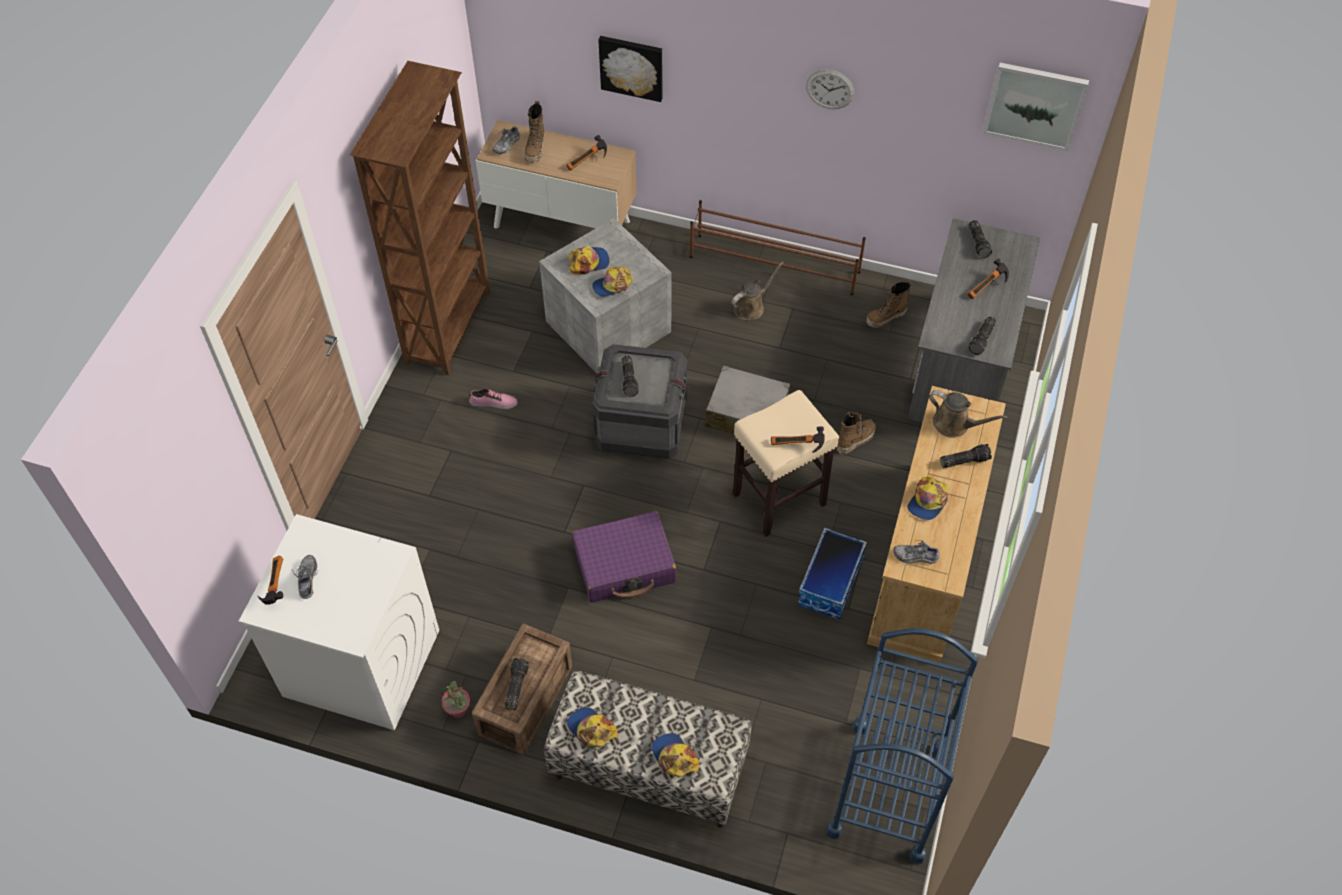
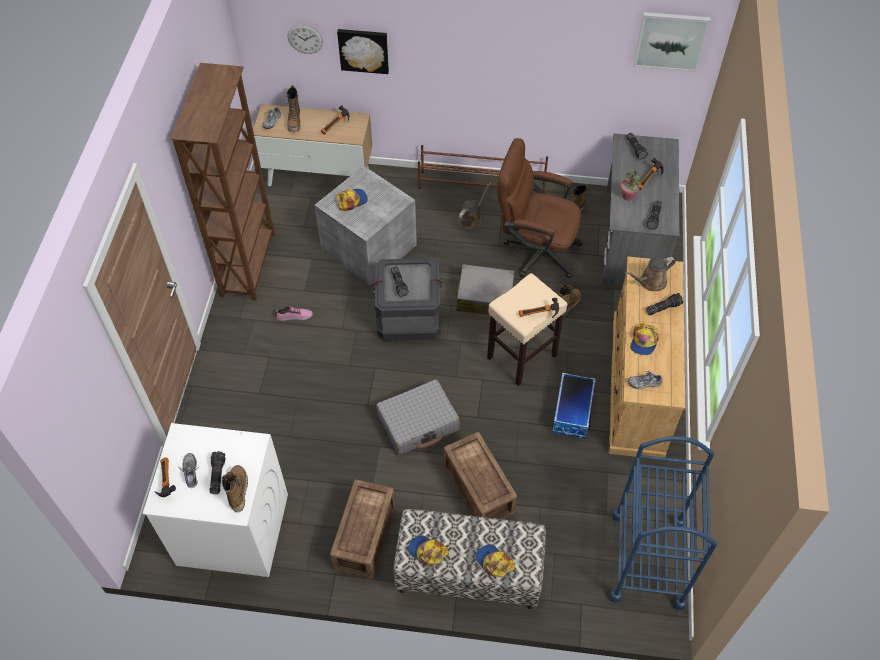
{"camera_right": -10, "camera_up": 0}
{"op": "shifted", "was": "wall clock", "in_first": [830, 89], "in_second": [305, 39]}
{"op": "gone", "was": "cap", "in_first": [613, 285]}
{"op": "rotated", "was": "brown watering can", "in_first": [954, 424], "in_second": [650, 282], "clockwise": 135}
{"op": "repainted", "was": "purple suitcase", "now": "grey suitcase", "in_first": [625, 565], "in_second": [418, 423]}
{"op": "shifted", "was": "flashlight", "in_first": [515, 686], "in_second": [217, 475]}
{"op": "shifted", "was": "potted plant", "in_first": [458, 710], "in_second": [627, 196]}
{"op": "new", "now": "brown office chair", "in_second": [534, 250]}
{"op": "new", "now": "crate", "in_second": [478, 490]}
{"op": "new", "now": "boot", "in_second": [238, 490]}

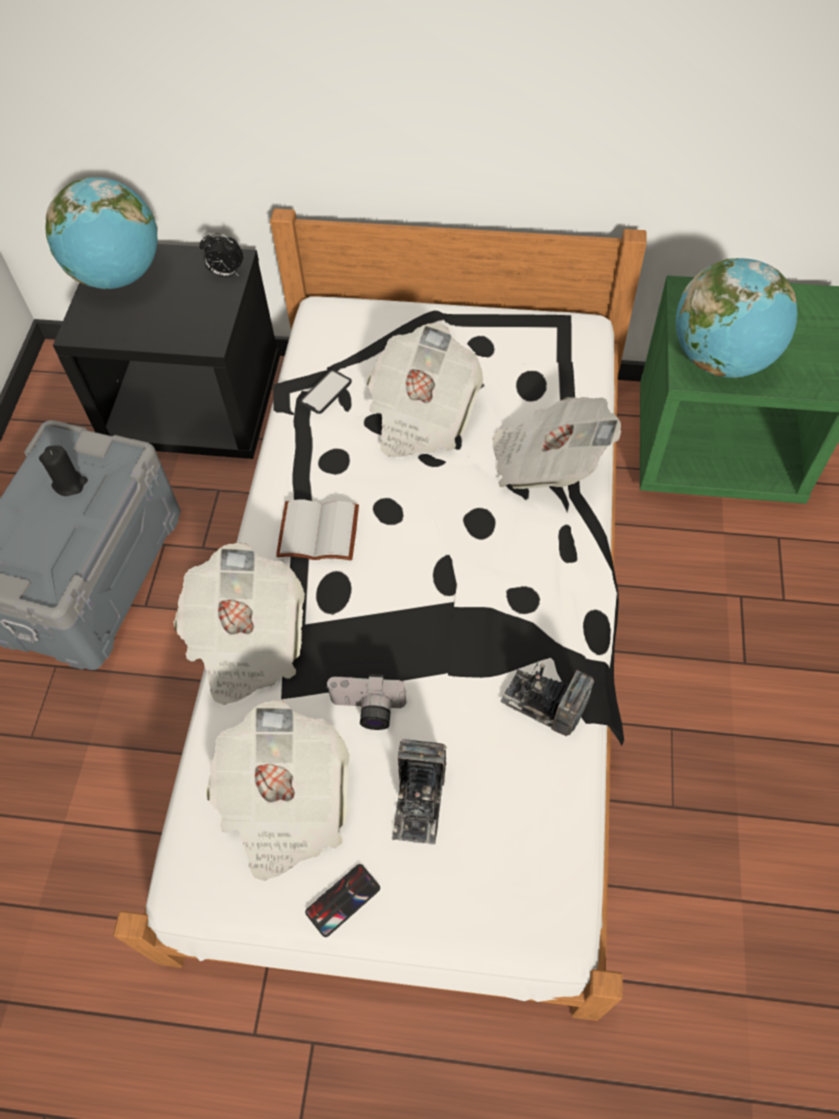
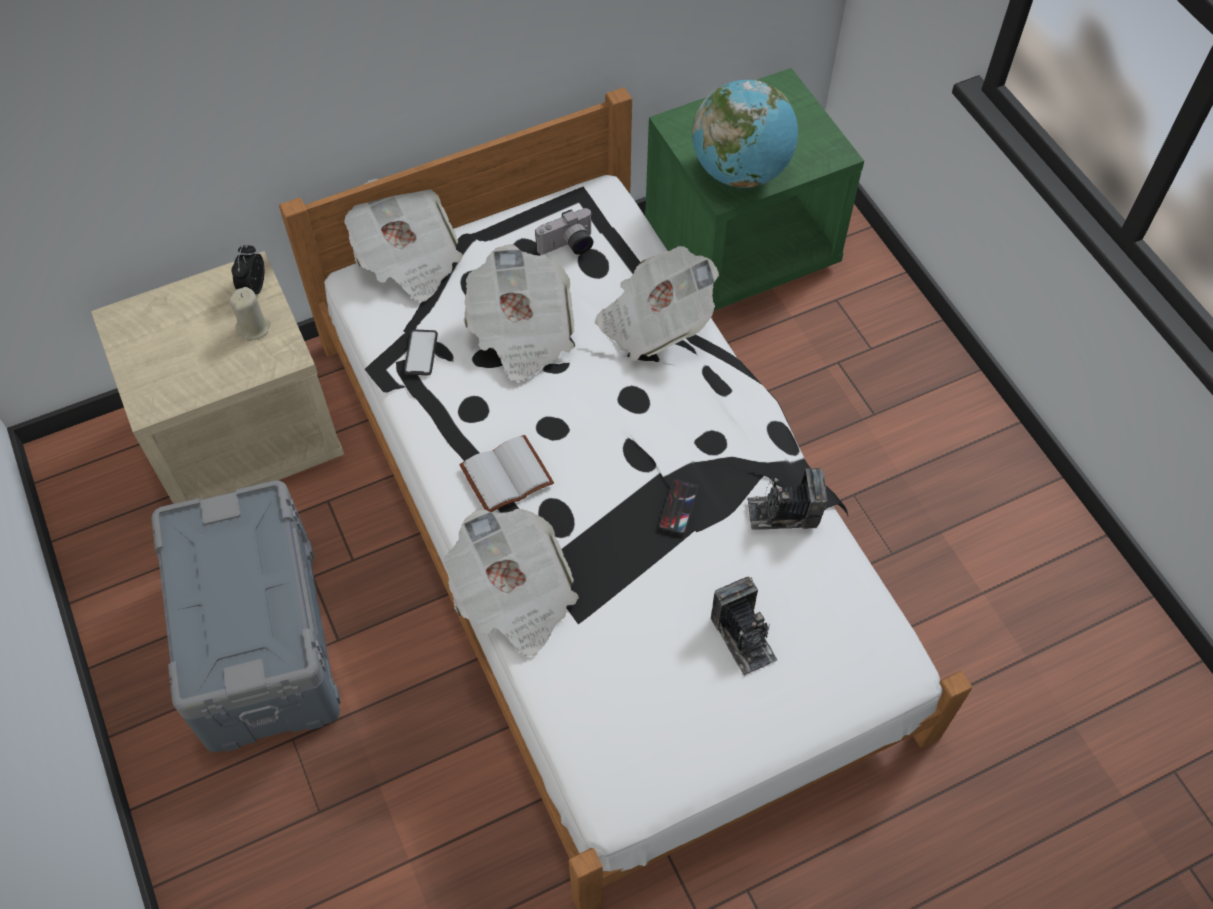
{"camera_right": -35, "camera_up": 0}
{"op": "gone", "was": "globe", "in_first": [119, 276]}
{"op": "rotated", "was": "alarm clock", "in_first": [226, 274], "in_second": [253, 286], "clockwise": 120}
{"op": "repainted", "was": "black nightstand", "now": "beige nightstand", "in_first": [197, 407], "in_second": [244, 434]}
{"op": "gone", "was": "black candle", "in_first": [70, 484]}
{"op": "shifted", "was": "photo camera", "in_first": [367, 710], "in_second": [568, 247]}
{"op": "shifted", "was": "newspaper", "in_first": [284, 804], "in_second": [408, 259]}
{"op": "shifted", "was": "phone", "in_first": [343, 900], "in_second": [678, 507]}
{"op": "new", "now": "beige candle", "in_second": [254, 327]}

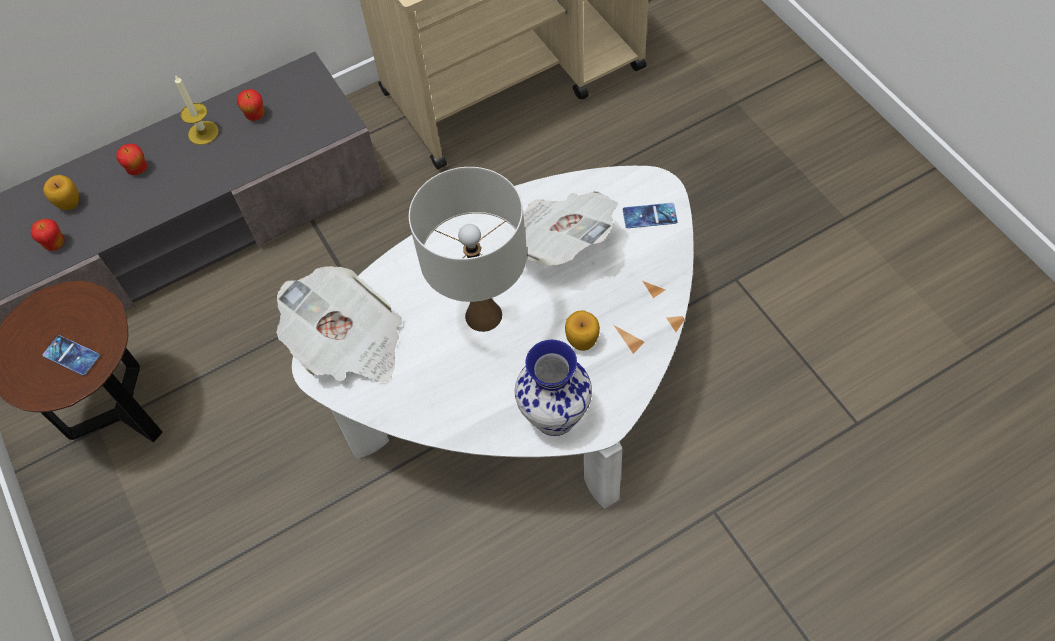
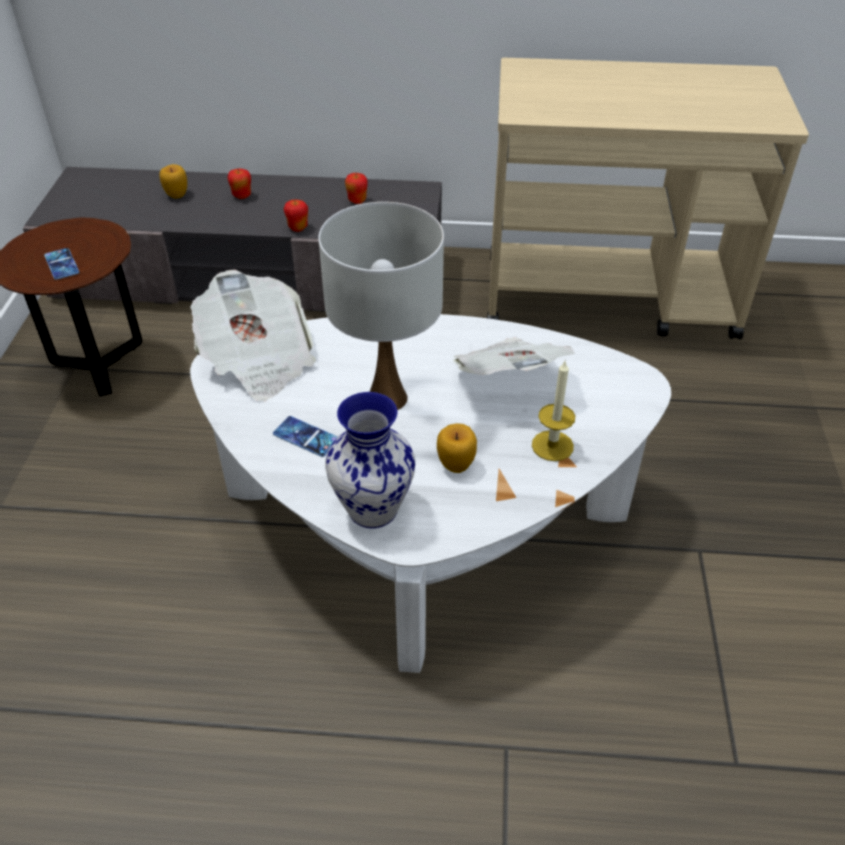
{"camera_right": 30, "camera_up": -15}
{"op": "shifted", "was": "candle", "in_first": [203, 133], "in_second": [552, 445]}
{"op": "shifted", "was": "phone", "in_first": [649, 216], "in_second": [306, 437]}
{"op": "shifted", "was": "apple", "in_first": [55, 244], "in_second": [298, 228]}

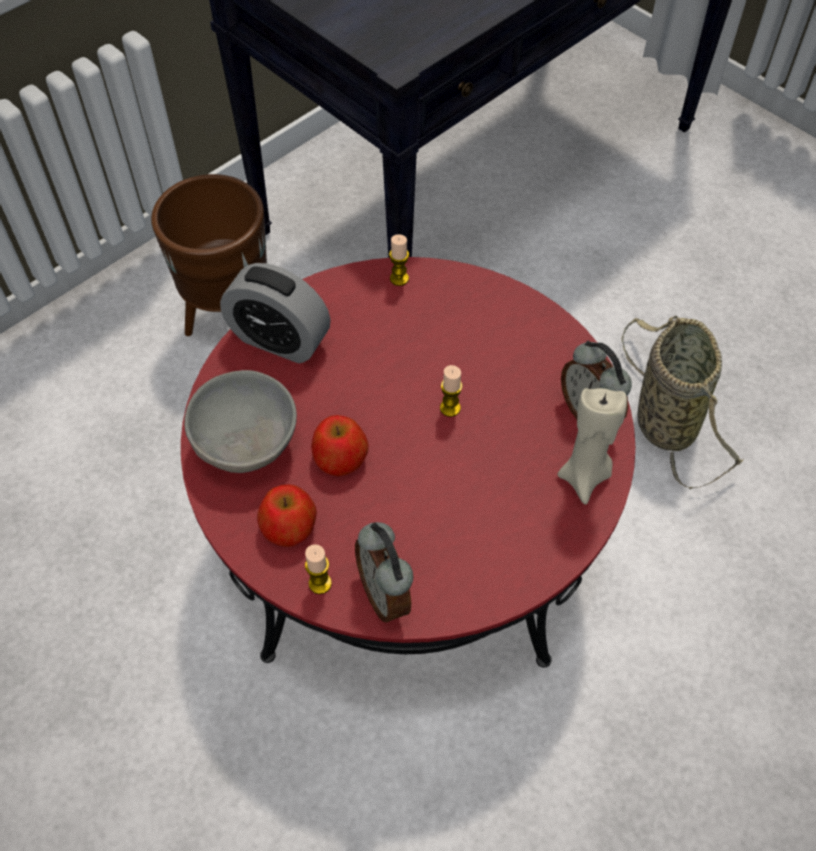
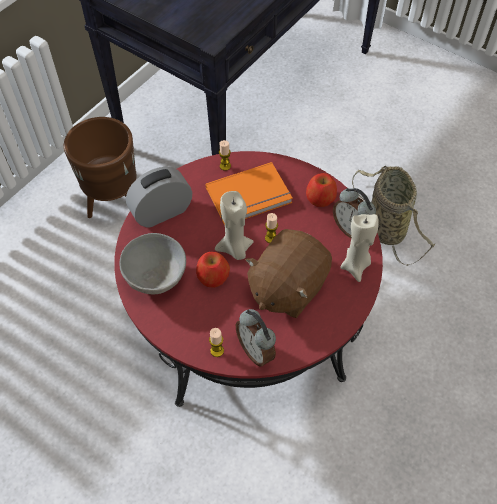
{"camera_right": -10, "camera_up": 0}
{"op": "rotated", "was": "alarm clock", "in_first": [279, 340], "in_second": [162, 212], "clockwise": 135}
{"op": "shifted", "was": "apple", "in_first": [289, 527], "in_second": [320, 198]}
{"op": "new", "now": "orange book", "in_second": [250, 197]}
{"op": "new", "now": "beige candle", "in_second": [235, 249]}
{"op": "new", "now": "brown plush toy", "in_second": [287, 287]}

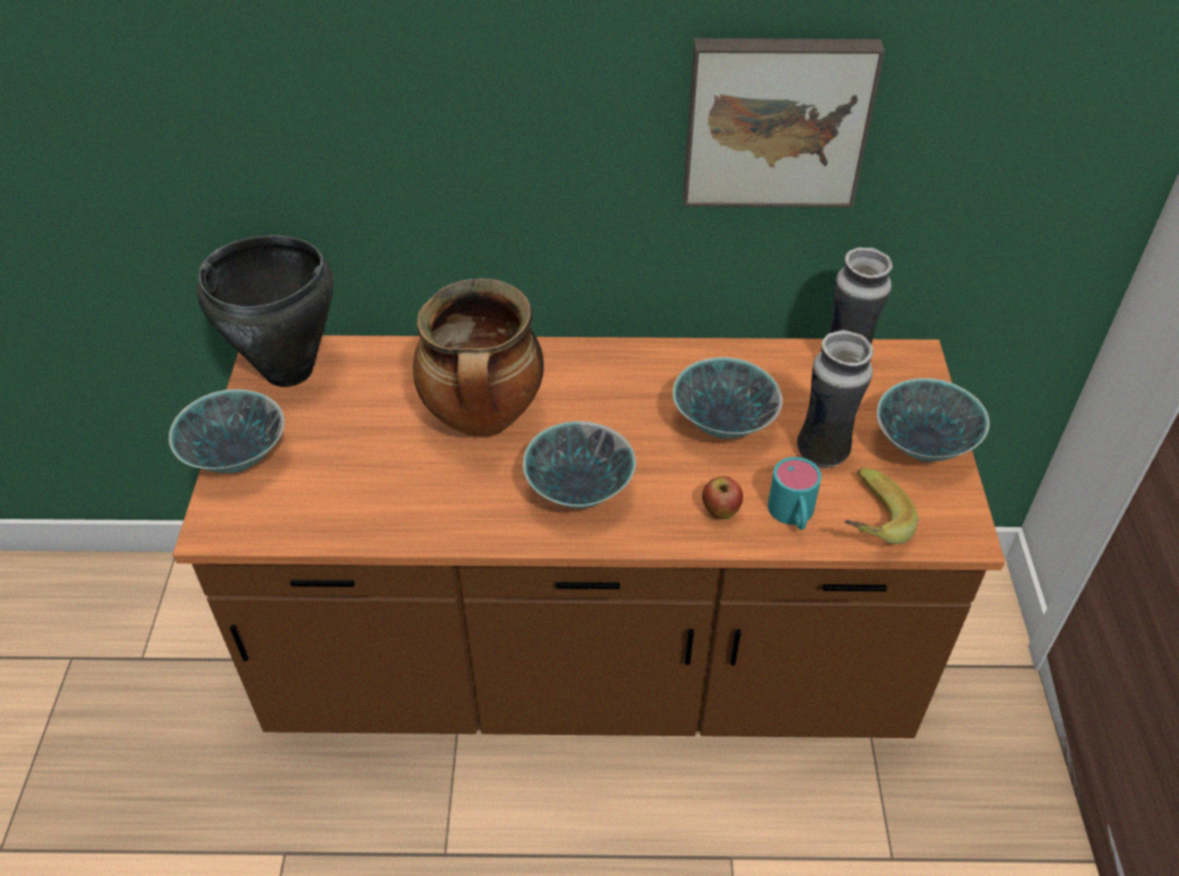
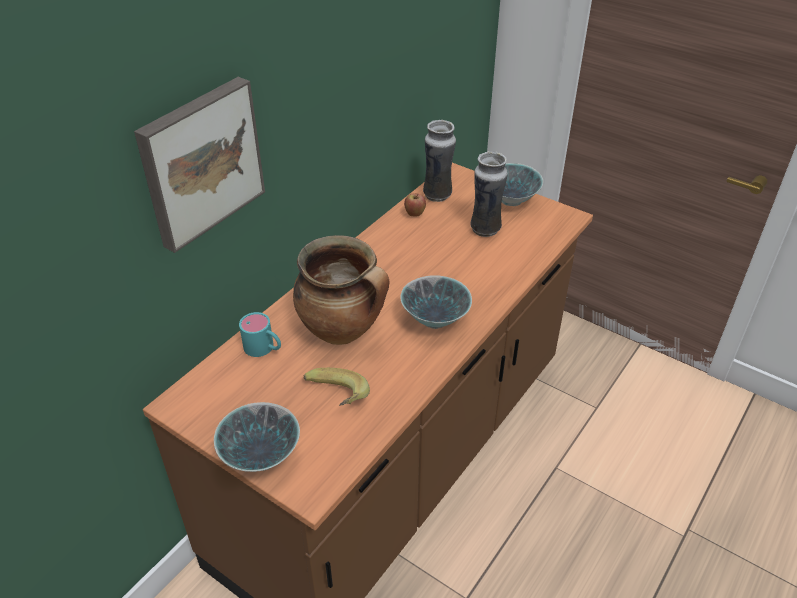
{"camera_right": -55, "camera_up": -5}
{"op": "shifted", "was": "picture", "in_first": [776, 121], "in_second": [200, 162]}
{"op": "gone", "was": "black cooking pot", "in_first": [289, 371]}
{"op": "gone", "was": "bowl", "in_first": [722, 425]}
{"op": "shifted", "was": "turquoise mug", "in_first": [793, 515], "in_second": [264, 348]}
{"op": "shifted", "was": "banana", "in_first": [864, 523], "in_second": [334, 401]}
{"op": "shifted", "was": "apple", "in_first": [720, 512], "in_second": [414, 214]}

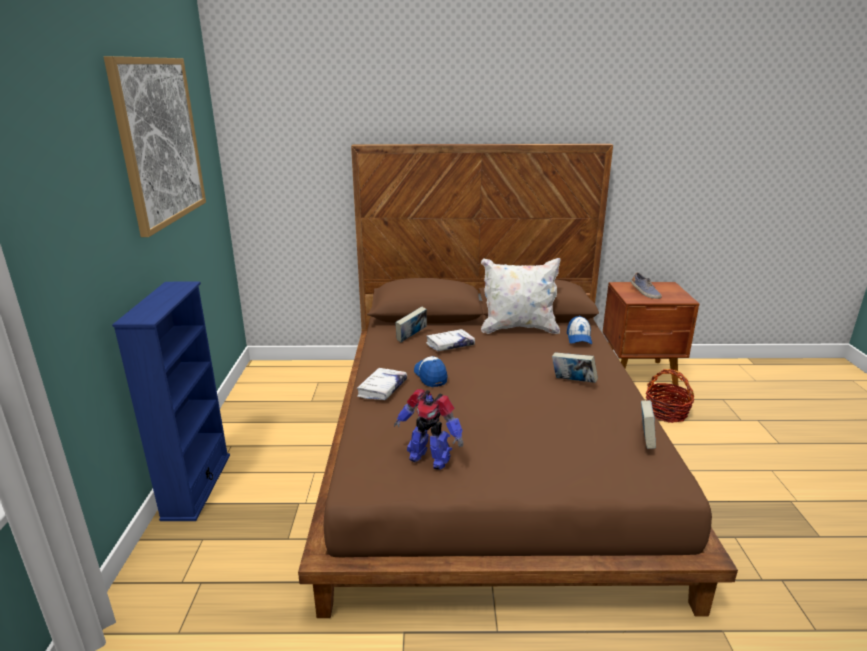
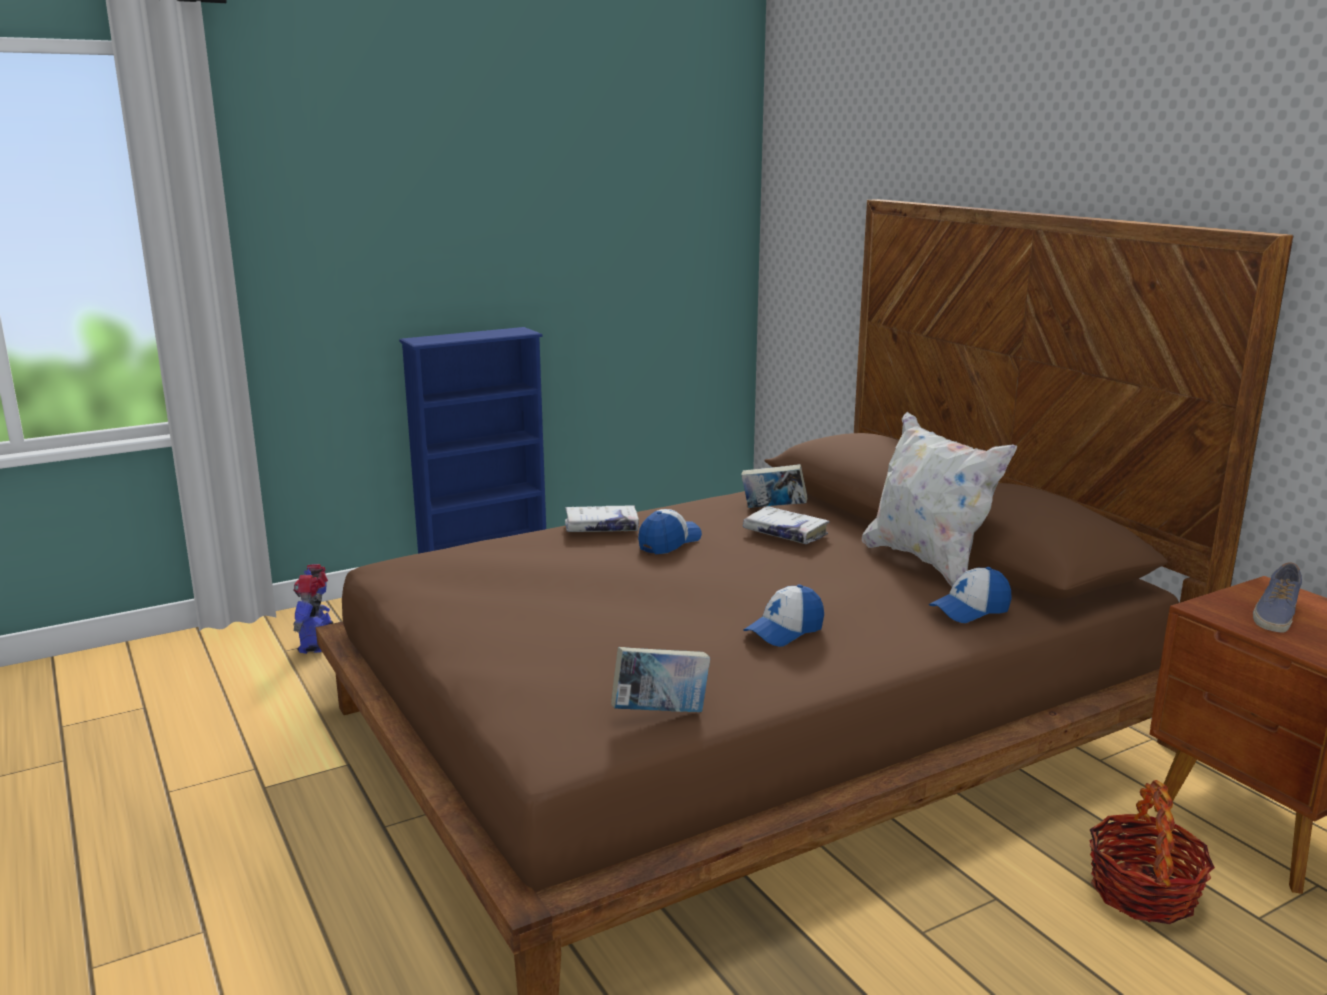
{"camera_right": 60, "camera_up": -5}
{"op": "gone", "was": "picture", "in_first": [159, 141]}
{"op": "swapped", "was": "book", "now": "cap", "in_first": [572, 382], "in_second": [784, 631]}
{"op": "shifted", "was": "toy robot", "in_first": [429, 458], "in_second": [317, 643]}

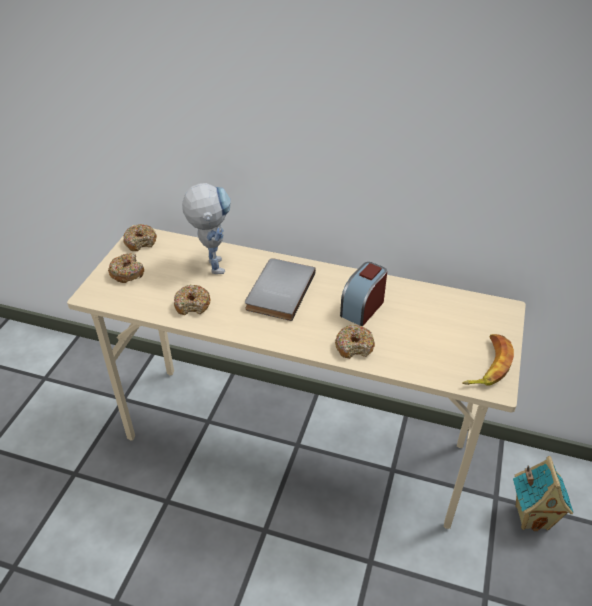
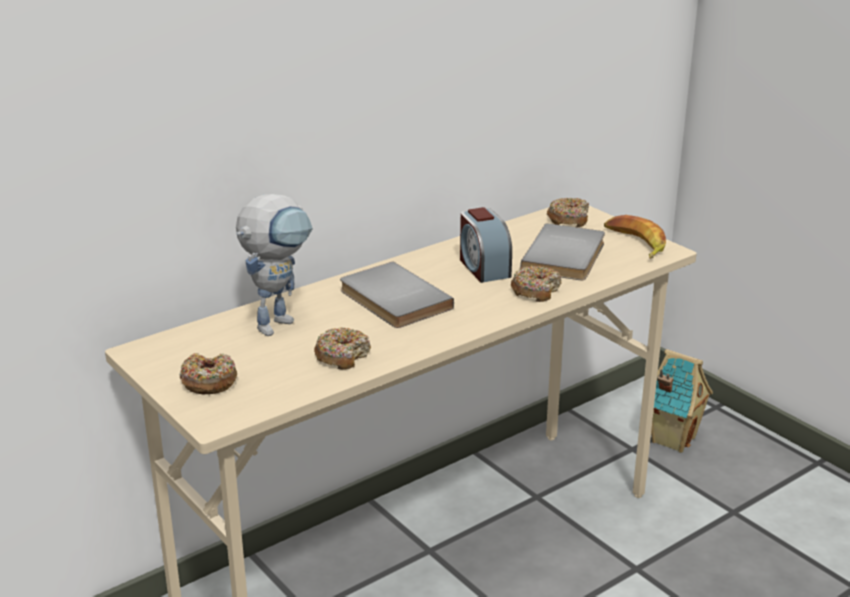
{"camera_right": -55, "camera_up": -15}
{"op": "rotated", "was": "toy robot", "in_first": [212, 262], "in_second": [279, 321], "clockwise": 105}
{"op": "shifted", "was": "donut", "in_first": [140, 242], "in_second": [568, 219]}
{"op": "new", "now": "grey book", "in_second": [567, 256]}

